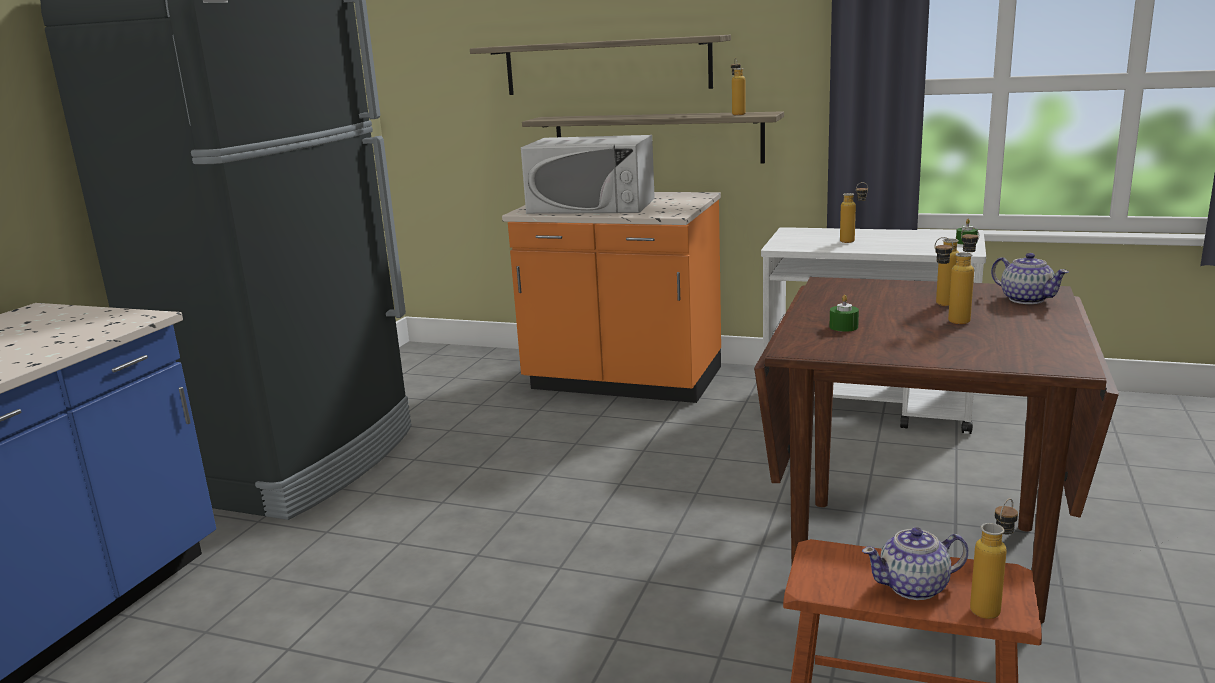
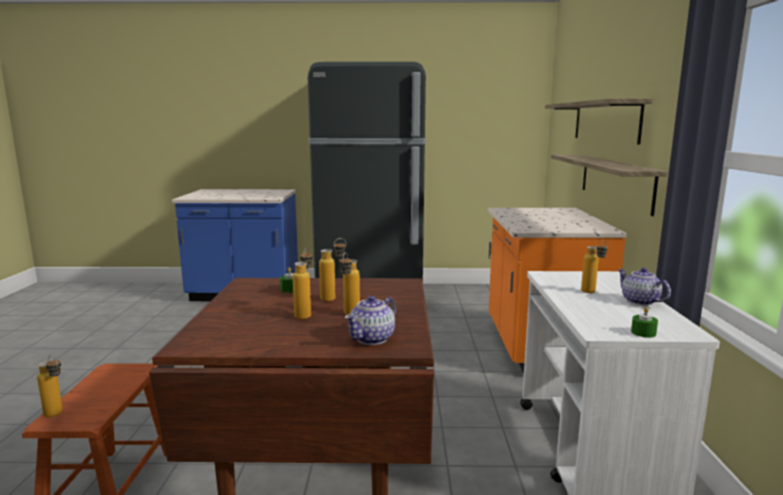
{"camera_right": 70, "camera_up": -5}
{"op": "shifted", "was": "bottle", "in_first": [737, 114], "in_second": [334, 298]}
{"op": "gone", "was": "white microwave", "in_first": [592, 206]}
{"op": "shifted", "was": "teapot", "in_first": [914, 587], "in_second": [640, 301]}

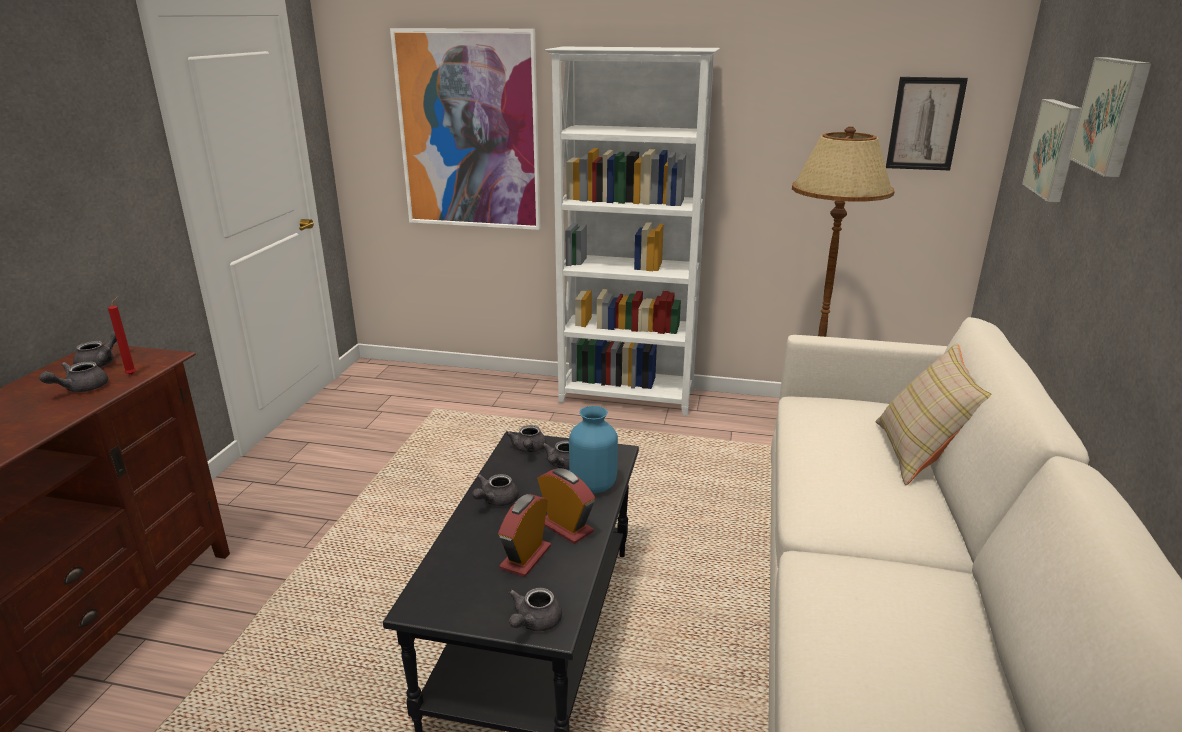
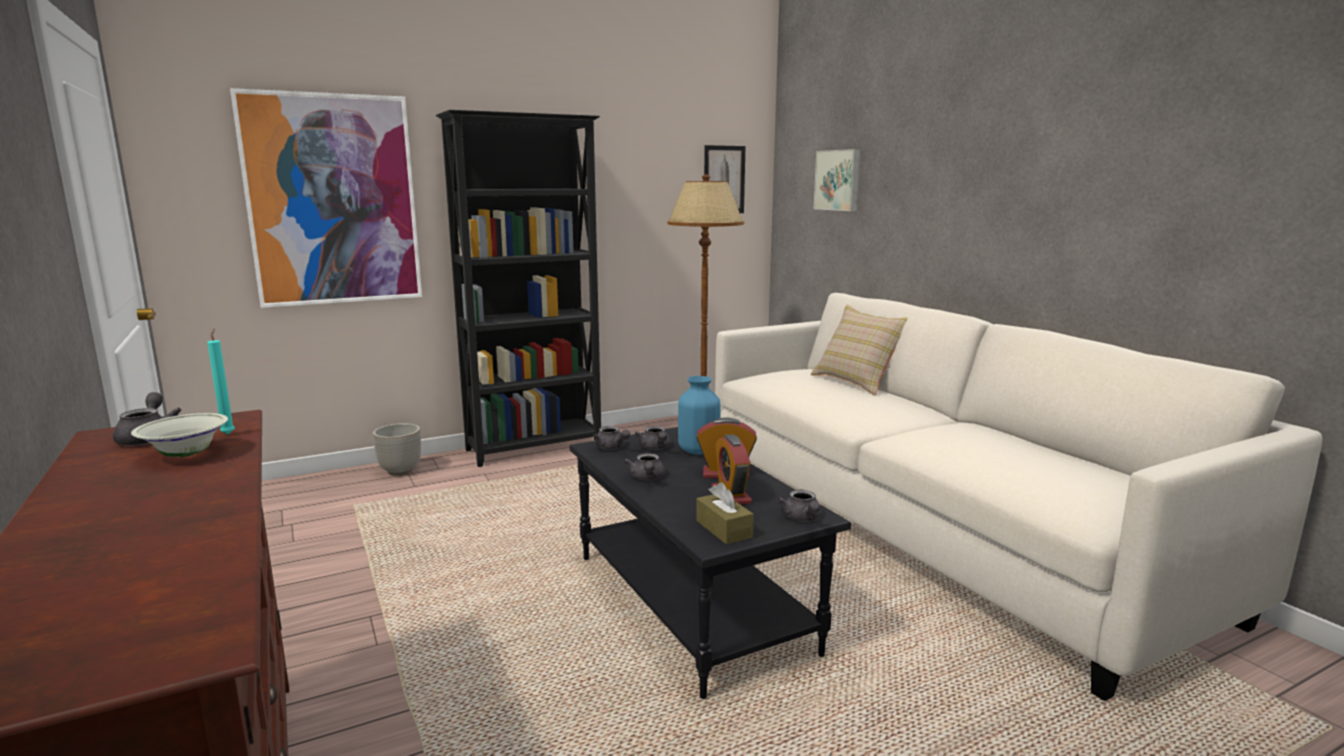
{"camera_right": -40, "camera_up": -10}
{"op": "repainted", "was": "white bookcase", "now": "black bookcase", "in_first": [627, 398], "in_second": [535, 448]}
{"op": "gone", "was": "picture", "in_first": [1113, 115]}
{"op": "repainted", "was": "red candle", "now": "turquoise candle", "in_first": [133, 374], "in_second": [228, 433]}
{"op": "swapped", "was": "grey teapot", "now": "white bowl", "in_first": [80, 389], "in_second": [186, 455]}
{"op": "new", "now": "planter", "in_second": [401, 471]}
{"op": "new", "now": "brown tissue box", "in_second": [724, 529]}

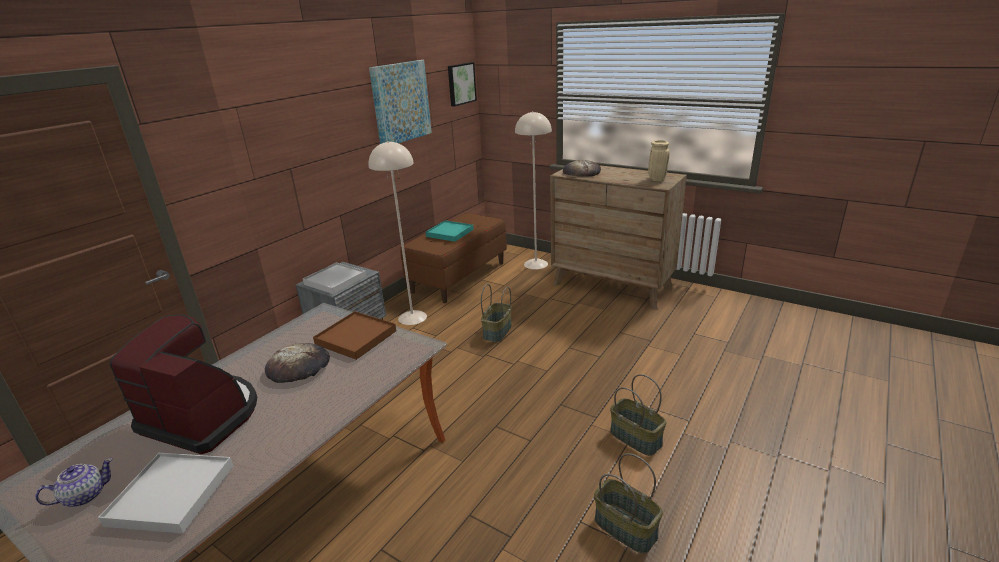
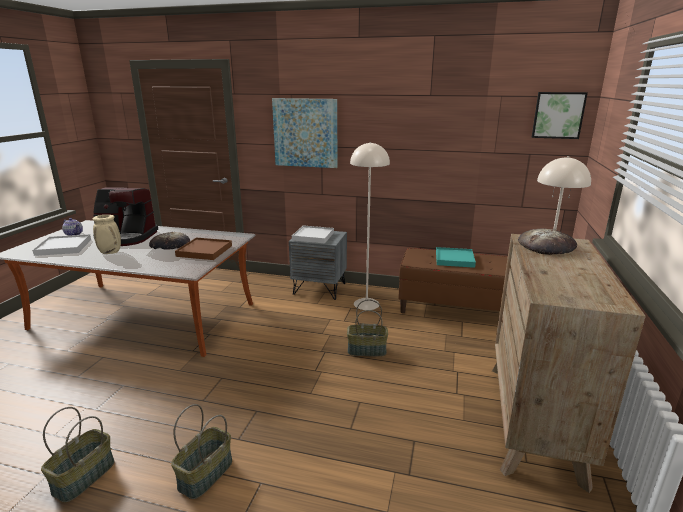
{"camera_right": 70, "camera_up": -5}
{"op": "shifted", "was": "picture", "in_first": [400, 102], "in_second": [305, 133]}
{"op": "shifted", "was": "beige vase", "in_first": [656, 179], "in_second": [111, 252]}
{"op": "rotated", "was": "coffee machine", "in_first": [203, 416], "in_second": [125, 237], "clockwise": 90}

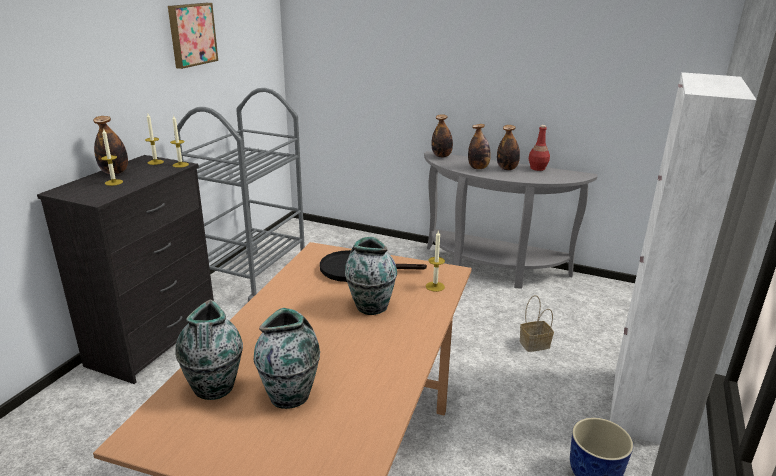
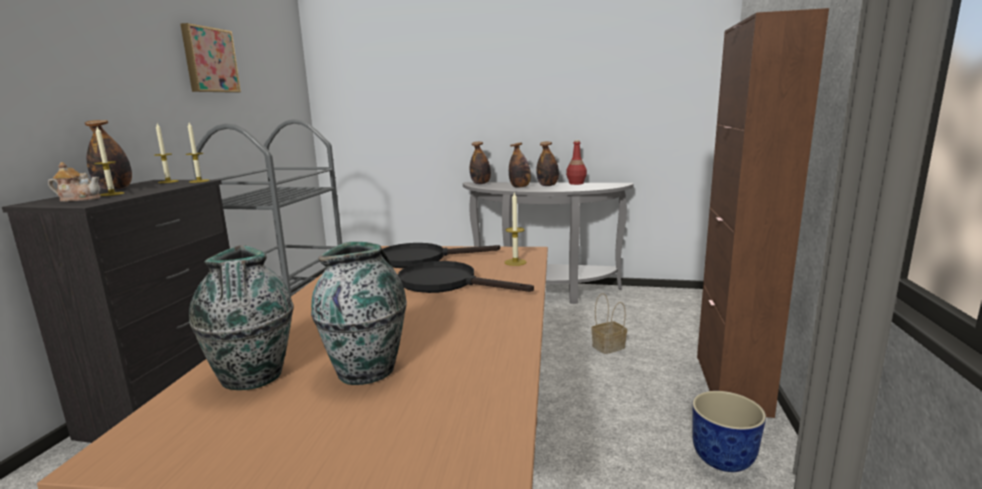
{"camera_right": -10, "camera_up": -10}
{"op": "repainted", "was": "white cabinet", "now": "brown cabinet", "in_first": [635, 403], "in_second": [731, 384]}
{"op": "swapped", "was": "vase", "now": "black frying pan", "in_first": [370, 306], "in_second": [447, 283]}
{"op": "new", "now": "teapot", "in_second": [79, 199]}

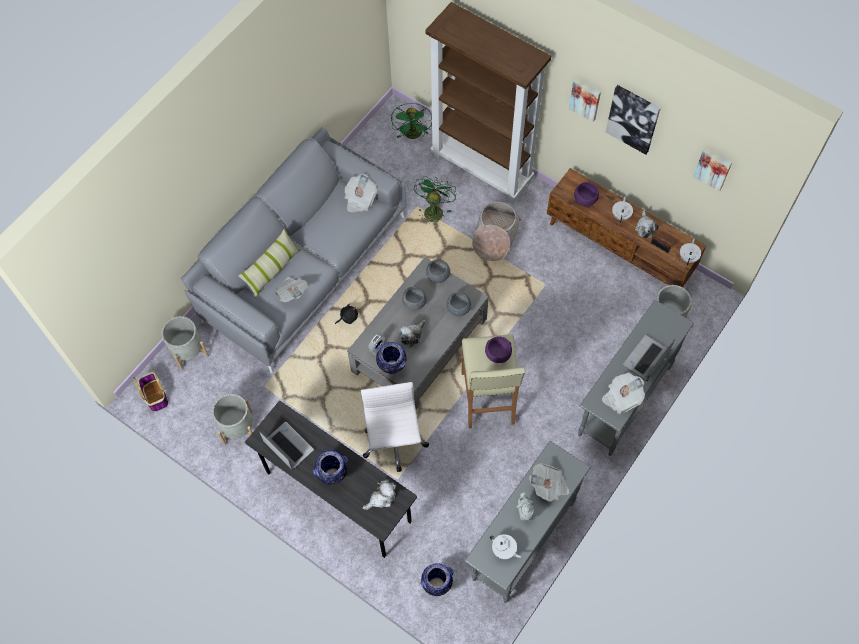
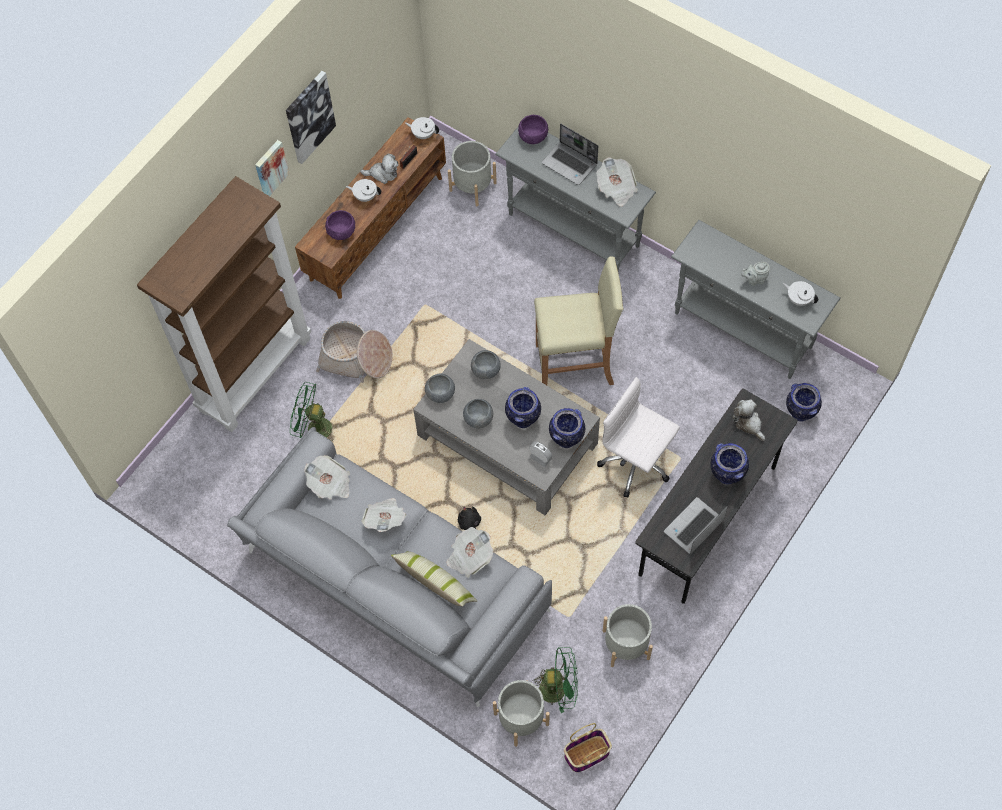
{"camera_right": -90, "camera_up": 0}
{"op": "shifted", "was": "green fan", "in_first": [413, 135], "in_second": [558, 688]}
{"op": "gone", "was": "picture", "in_first": [713, 168]}
{"op": "swapped", "was": "plush toy", "now": "vase", "in_first": [412, 335], "in_second": [523, 419]}
{"op": "shifted", "was": "purple bowl", "in_first": [497, 354], "in_second": [533, 137]}
{"op": "rotated", "was": "white office chair", "in_first": [394, 443], "in_second": [637, 463], "clockwise": 45}
{"op": "shifted", "was": "newspaper", "in_first": [548, 486], "in_second": [385, 519]}
{"op": "rotated", "was": "white teapot", "in_first": [504, 550], "in_second": [798, 299], "clockwise": -90}

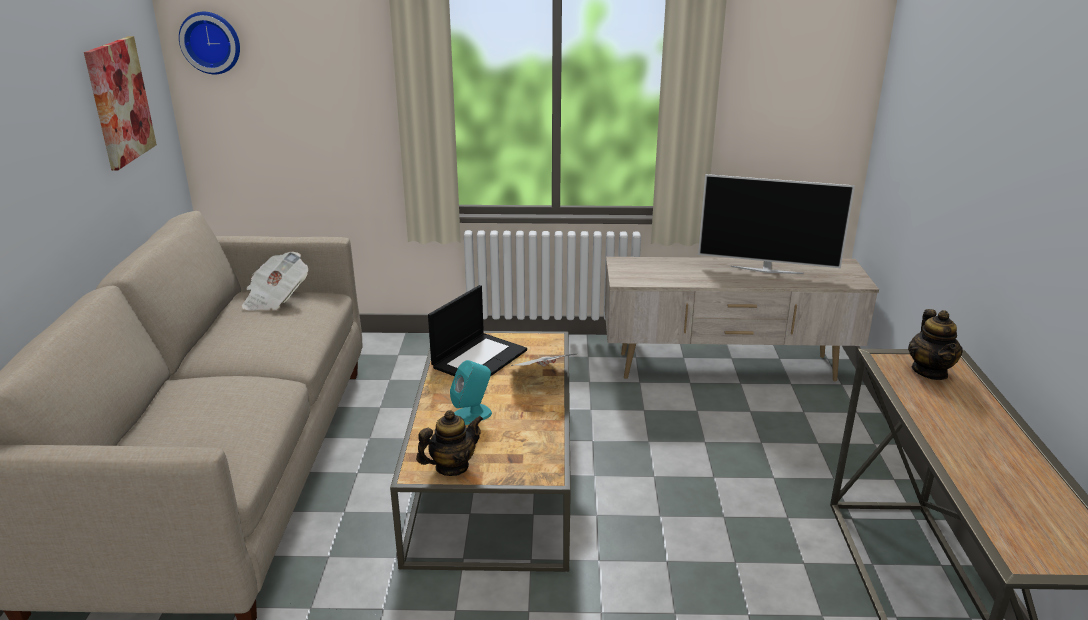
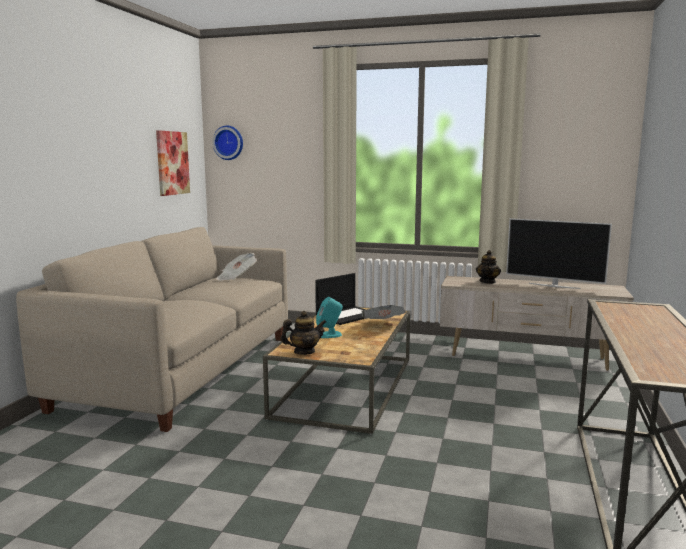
{"camera_right": 15, "camera_up": -15}
{"op": "shifted", "was": "teapot", "in_first": [930, 371], "in_second": [487, 282]}

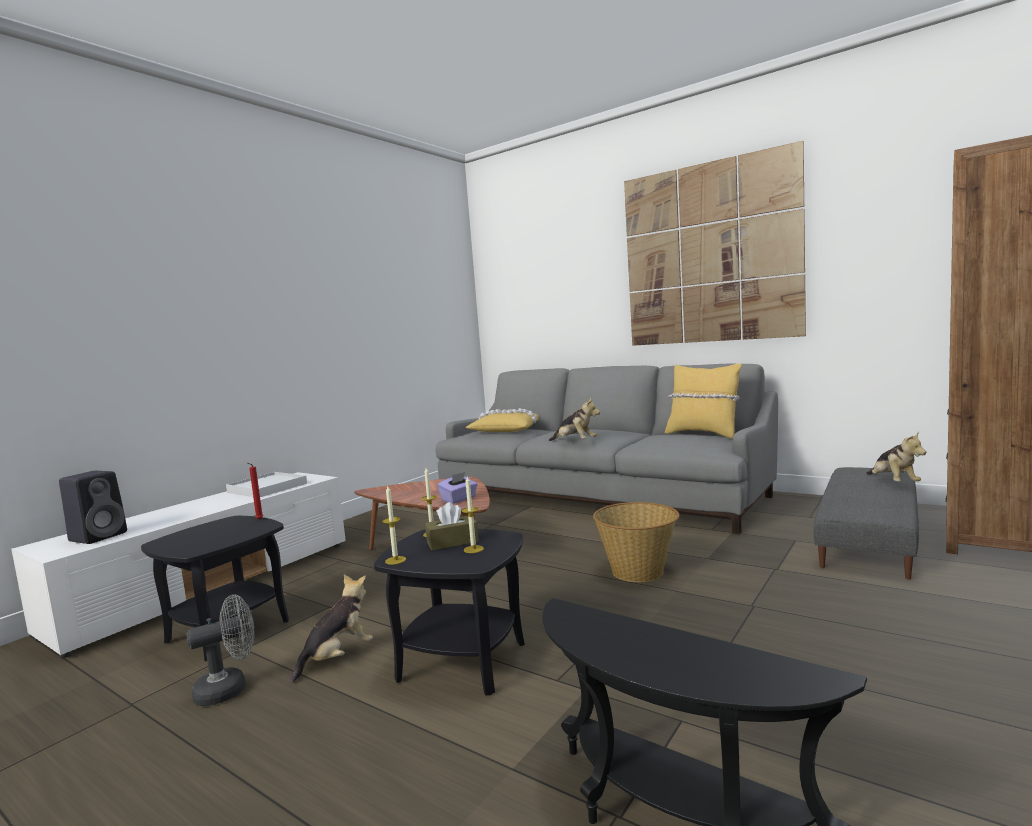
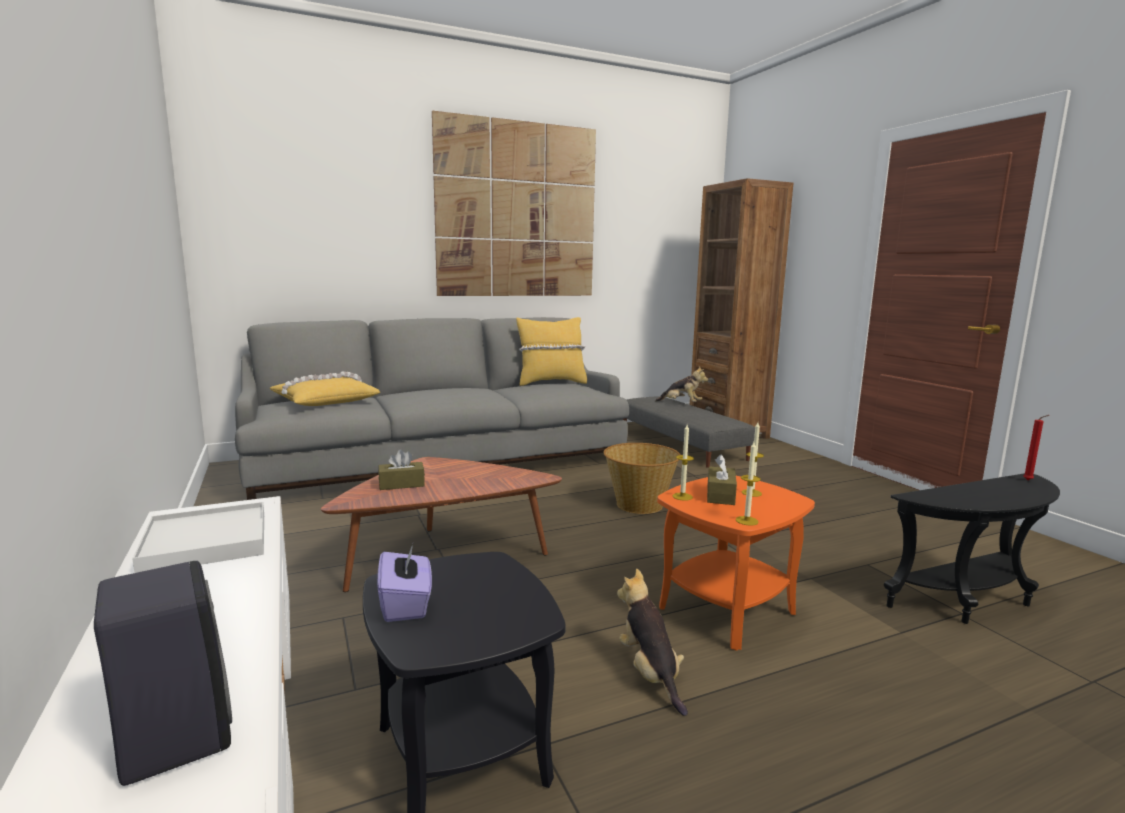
{"camera_right": -60, "camera_up": 5}
{"op": "gone", "was": "plush toy", "in_first": [575, 442]}
{"op": "shifted", "was": "red candle", "in_first": [258, 520], "in_second": [1029, 480]}
{"op": "shifted", "was": "purple tissue box", "in_first": [459, 499], "in_second": [406, 604]}
{"op": "repainted", "was": "black side table", "now": "orange side table", "in_first": [461, 662], "in_second": [726, 611]}
{"op": "gone", "was": "grey fan", "in_first": [229, 689]}
{"op": "new", "now": "brown tissue box", "in_second": [401, 484]}

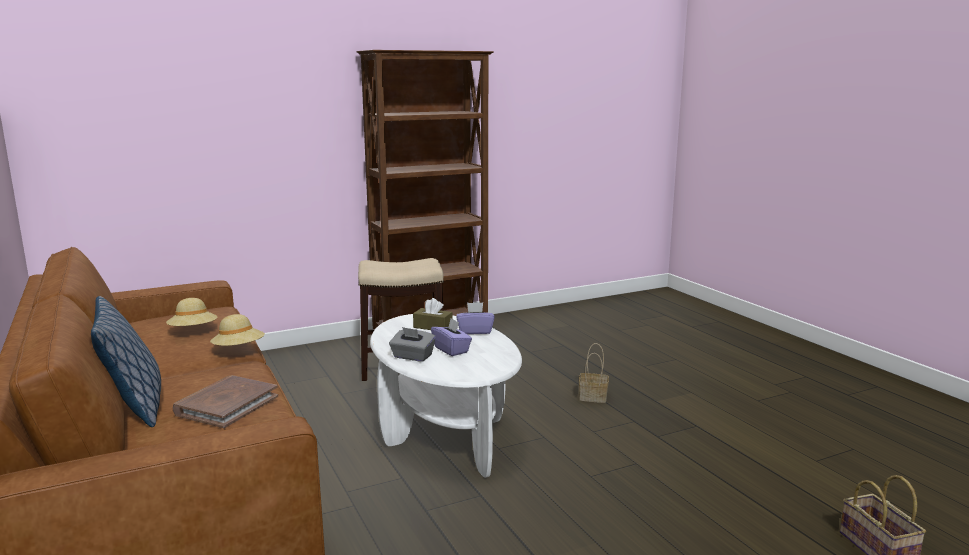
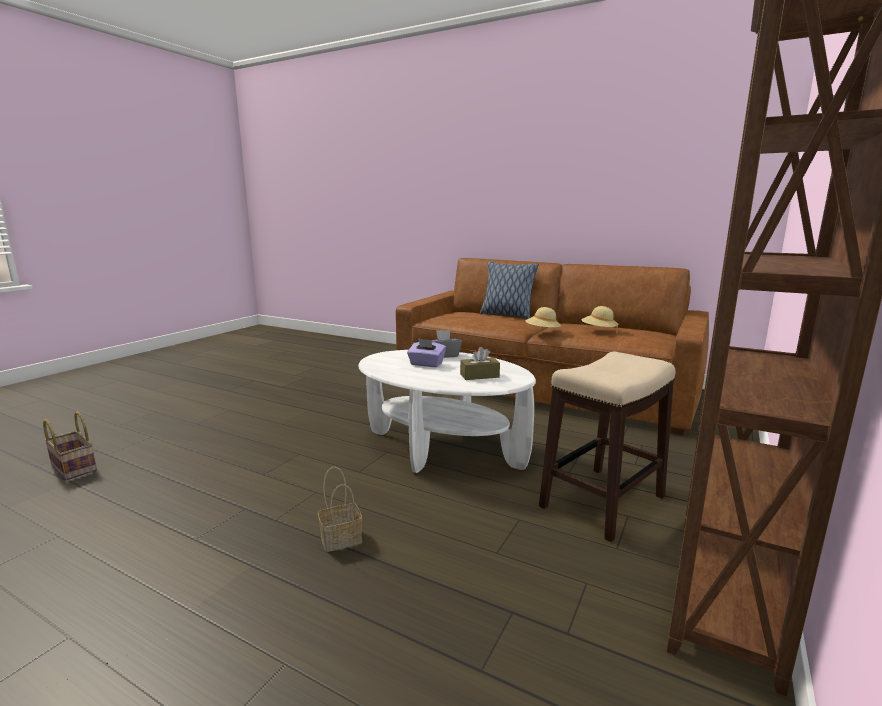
{"camera_right": 145, "camera_up": 0}
{"op": "gone", "was": "purple tissue box", "in_first": [475, 331]}
{"op": "gone", "was": "brown book", "in_first": [227, 405]}

